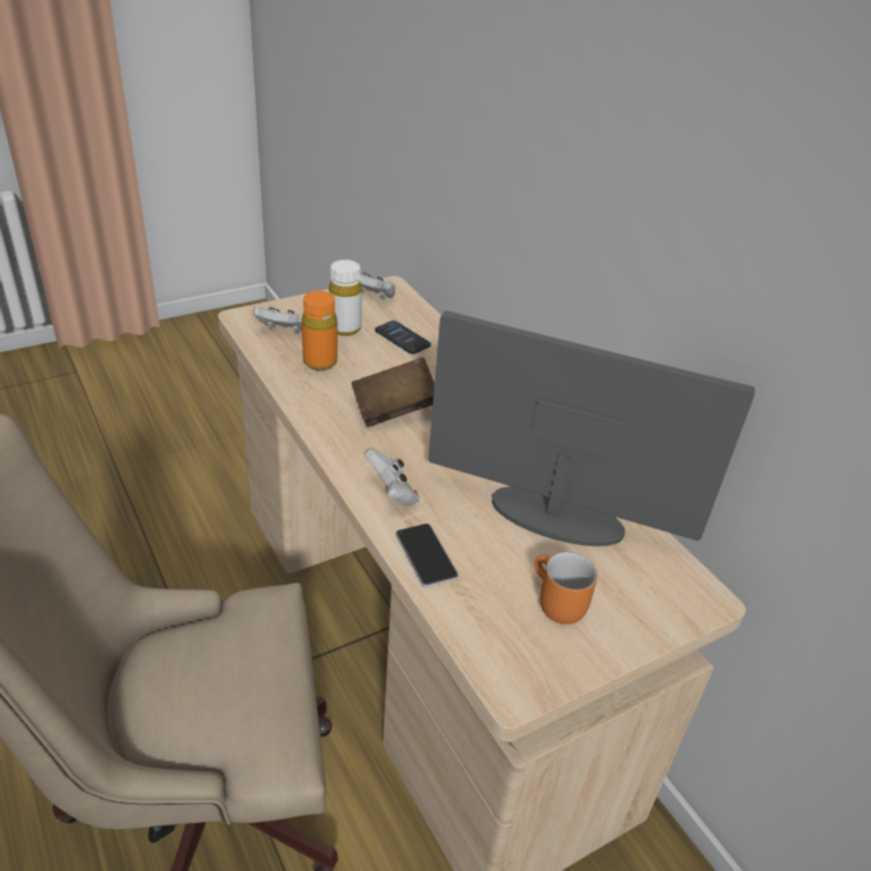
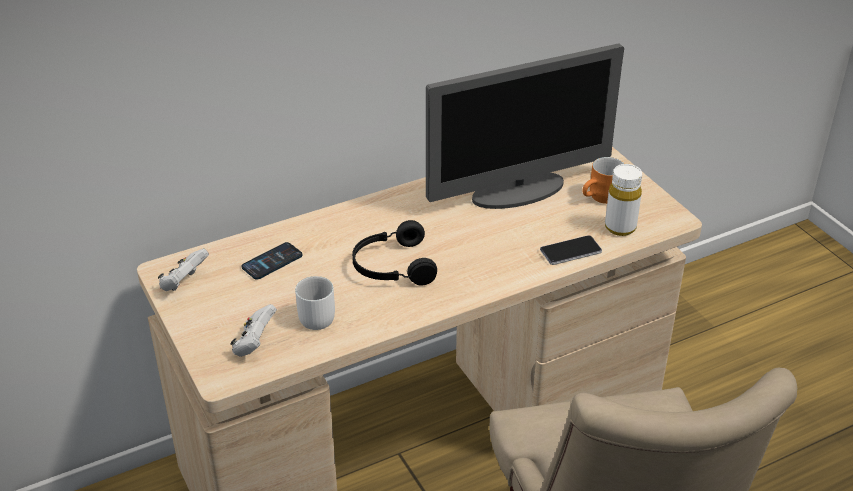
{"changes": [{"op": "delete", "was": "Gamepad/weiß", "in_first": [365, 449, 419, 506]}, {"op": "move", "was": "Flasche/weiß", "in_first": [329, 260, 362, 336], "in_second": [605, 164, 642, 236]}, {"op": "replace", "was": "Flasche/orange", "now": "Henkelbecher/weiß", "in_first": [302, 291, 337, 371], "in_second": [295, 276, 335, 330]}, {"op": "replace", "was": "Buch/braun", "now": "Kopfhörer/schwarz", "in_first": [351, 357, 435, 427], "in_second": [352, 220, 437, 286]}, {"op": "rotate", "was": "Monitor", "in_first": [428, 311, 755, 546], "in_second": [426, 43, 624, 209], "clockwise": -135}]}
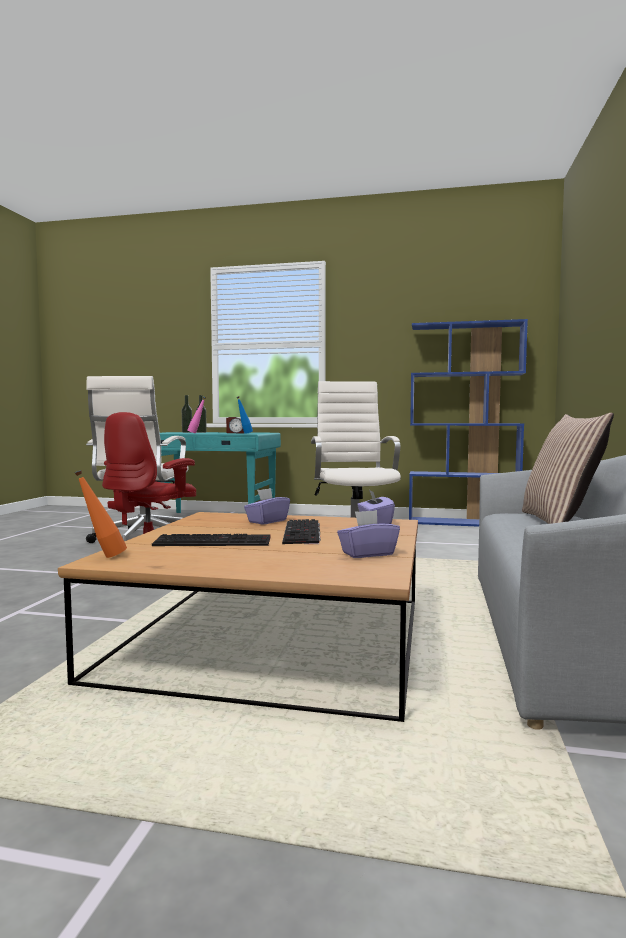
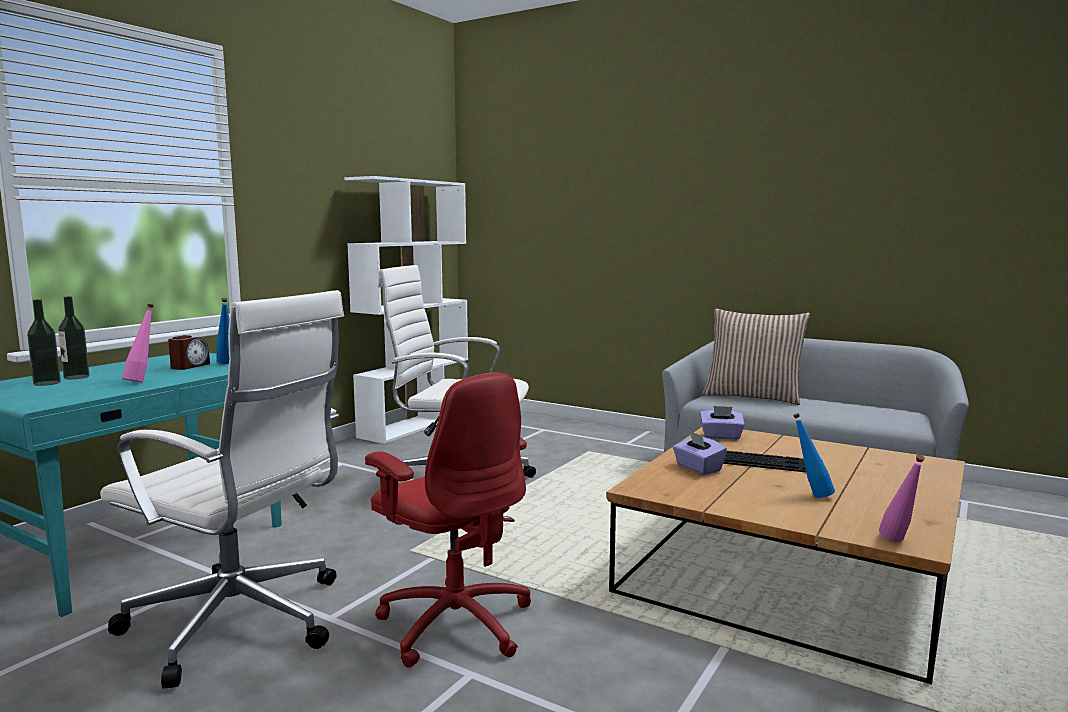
{"changes": [{"op": "delete", "was": "Taschentuchbox/lila", "in_first": [337, 510, 400, 558]}, {"op": "replace", "was": "Tastatur", "now": "Flasche/blau", "in_first": [152, 534, 271, 546], "in_second": [793, 413, 835, 498]}, {"op": "recolor", "was": "Flasche/orange", "now": "Flasche/rosa", "in_first": [75, 470, 127, 558], "in_second": [879, 455, 925, 542]}, {"op": "recolor", "was": "Bücherregal/blau", "now": "Bücherregal/weiß", "in_first": [409, 319, 528, 527], "in_second": [344, 176, 468, 444]}]}
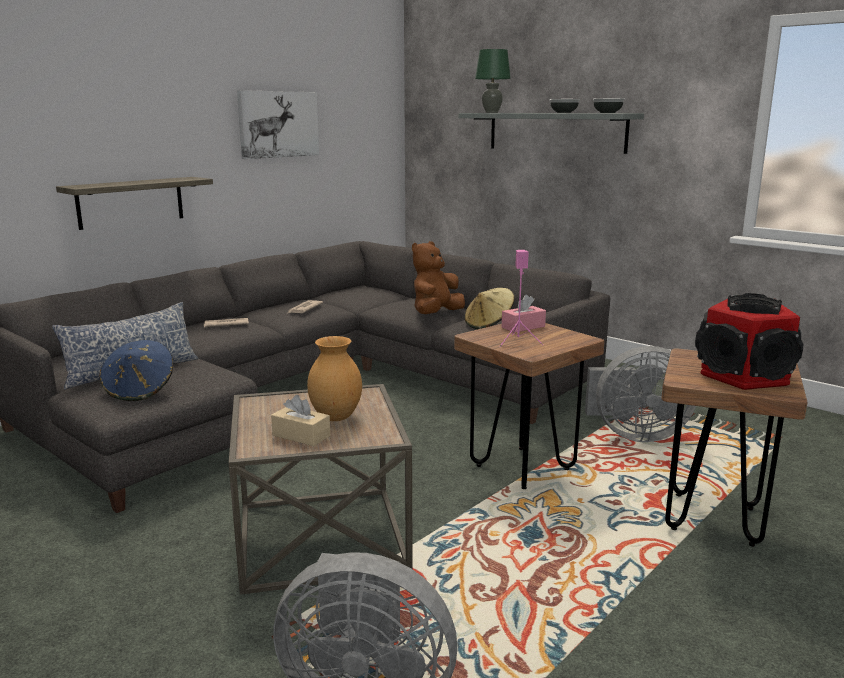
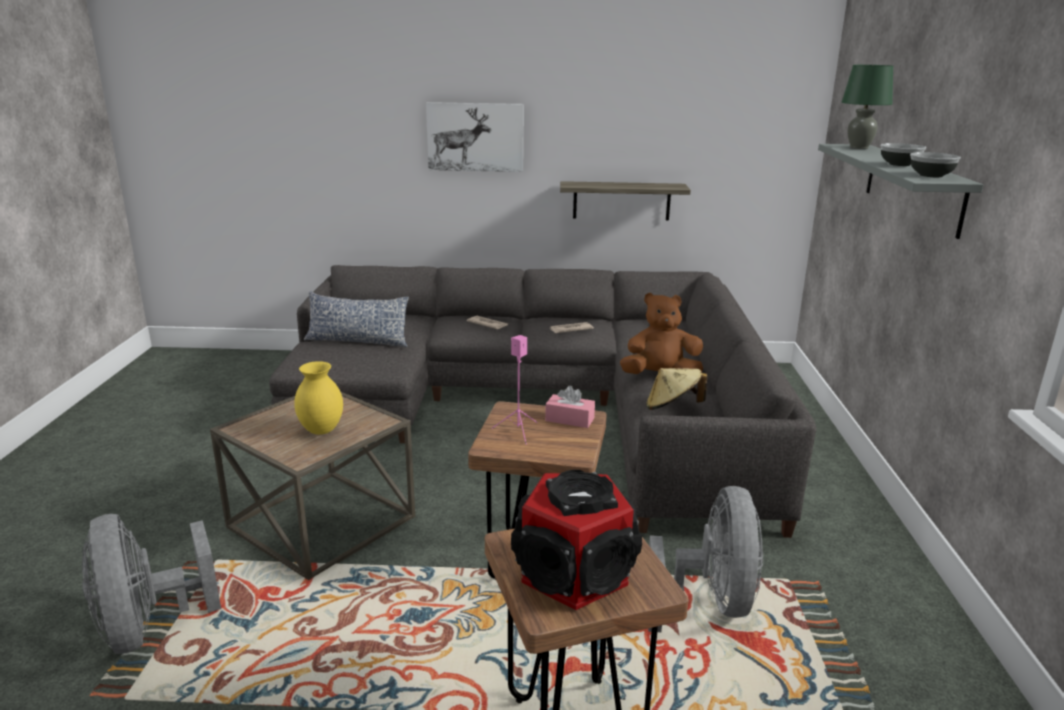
{"changes": [{"op": "delete", "was": "Hut/blau", "in_first": [100, 340, 173, 401]}, {"op": "delete", "was": "Taschentuchbox/beige", "in_first": [271, 395, 330, 446]}, {"op": "move", "was": "Wandregal", "in_first": [56, 177, 213, 230], "in_second": [560, 181, 691, 220]}, {"op": "move", "was": "Bild", "in_first": [237, 90, 319, 159], "in_second": [426, 102, 524, 172]}, {"op": "recolor", "was": "Vase/braun", "now": "Vase/gelb", "in_first": [307, 336, 362, 421], "in_second": [294, 361, 343, 435]}, {"op": "rotate", "was": "Ventilator/grau", "in_first": [585, 346, 696, 442], "in_second": [648, 486, 763, 632], "clockwise": -135}]}
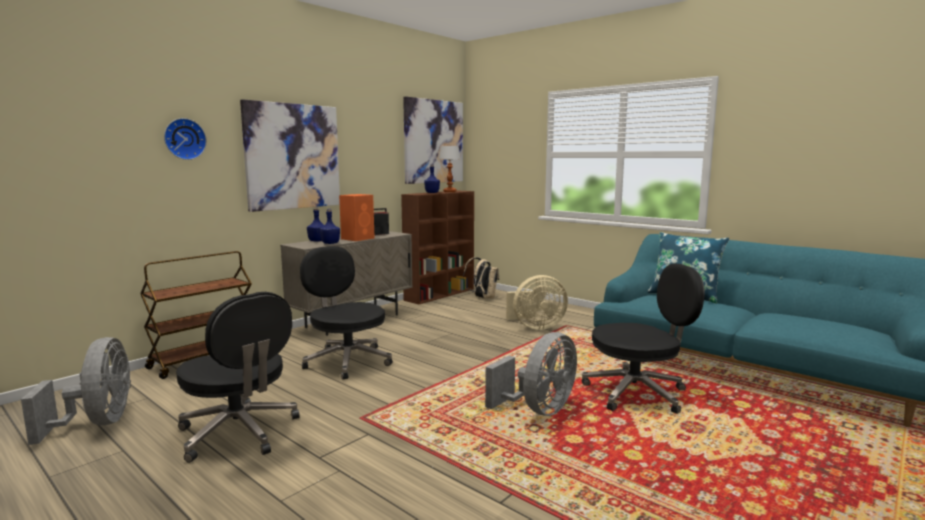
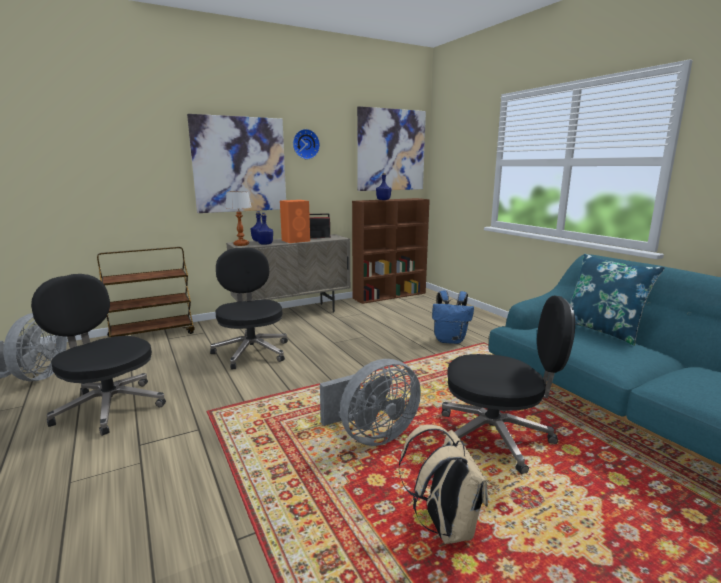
{"changes": [{"op": "move", "was": "Wanduhr", "in_first": [164, 118, 207, 160], "in_second": [293, 129, 320, 159]}, {"op": "move", "was": "Tischlampe", "in_first": [439, 146, 461, 192], "in_second": [225, 191, 252, 246]}, {"op": "move", "was": "Rucksack/beige", "in_first": [463, 257, 499, 299], "in_second": [399, 424, 488, 544]}, {"op": "replace", "was": "Ventilator/beige", "now": "Rucksack/blau", "in_first": [506, 275, 568, 330], "in_second": [432, 290, 474, 344]}, {"op": "rotate", "was": "Bürostuhl/schwarz", "in_first": [176, 292, 300, 463], "in_second": [31, 274, 166, 436], "clockwise": 150}]}
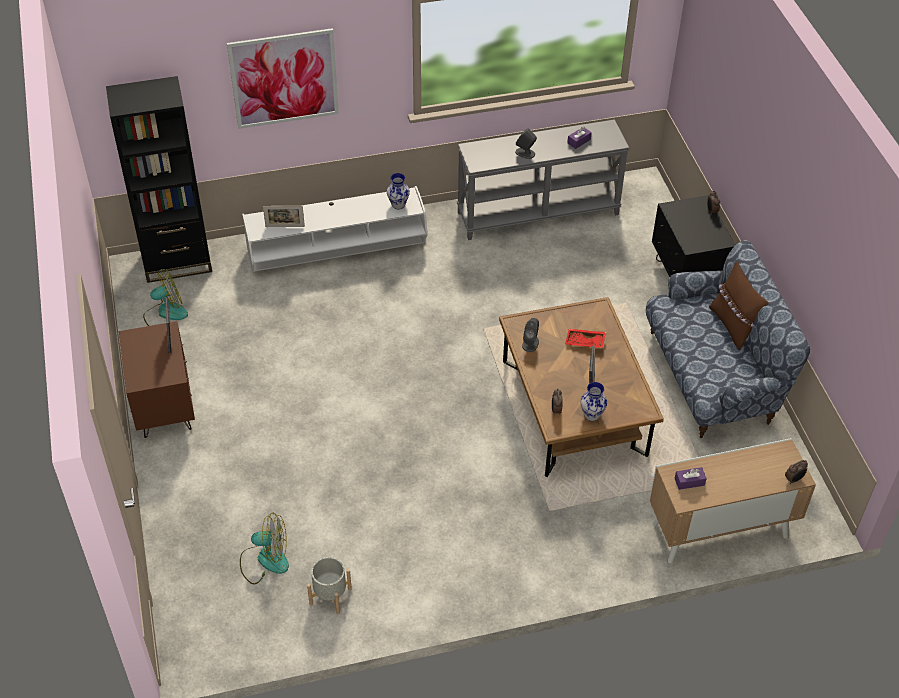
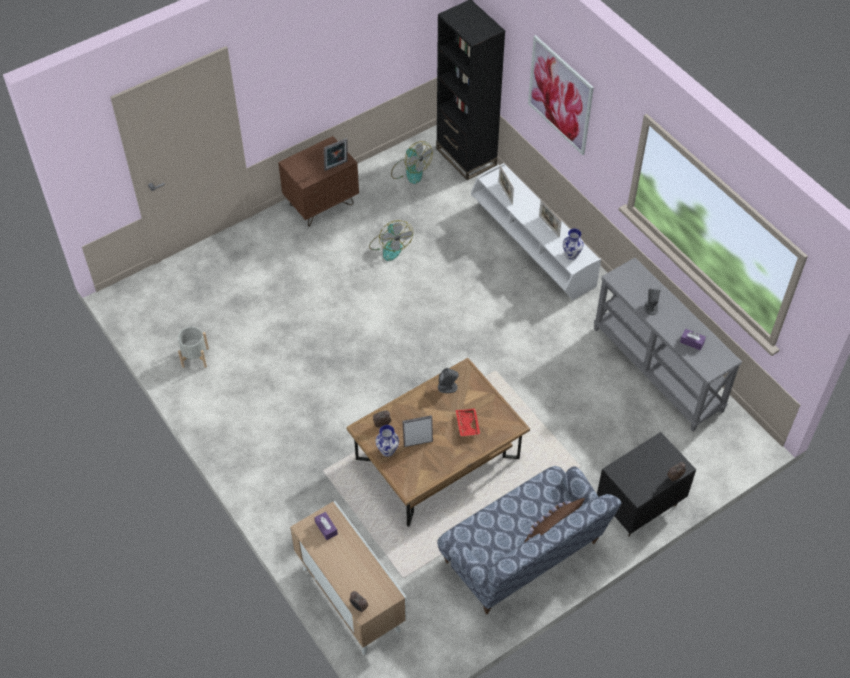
{"changes": [{"op": "insert", "now": "Bilderrahmen", "in_second": [539, 199, 562, 237]}, {"op": "move", "was": "Ventilator", "in_first": [240, 513, 289, 584], "in_second": [369, 220, 413, 261]}]}
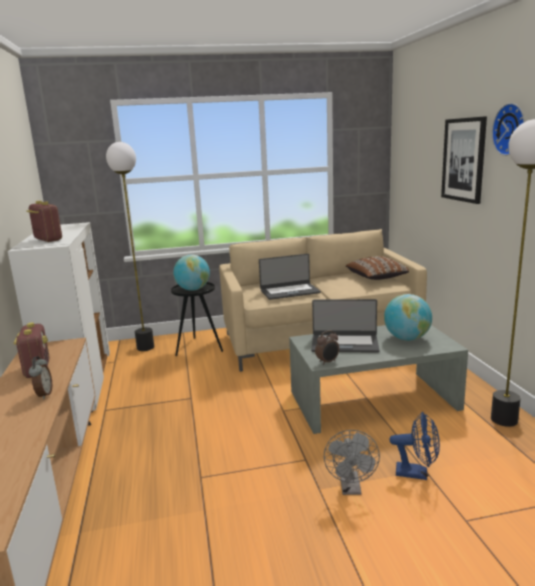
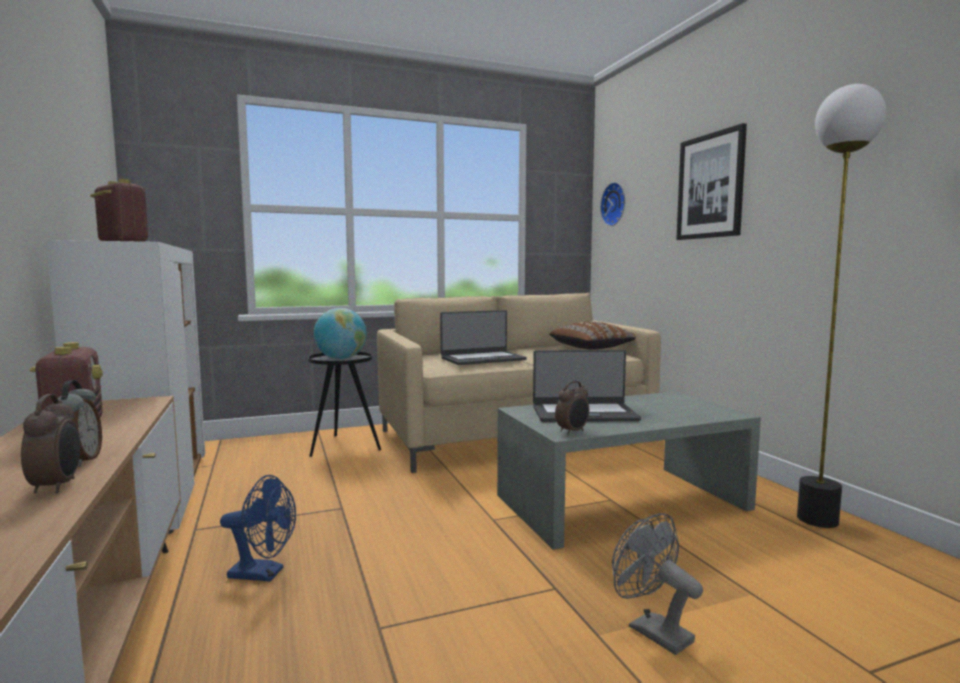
{"changes": [{"op": "delete", "was": "Stehlampe", "in_first": [106, 142, 154, 351]}, {"op": "delete", "was": "Globus", "in_first": [384, 294, 432, 341]}, {"op": "insert", "now": "Wecker", "in_second": [21, 394, 80, 493]}, {"op": "move", "was": "Ventilator/blau", "in_first": [390, 412, 440, 480], "in_second": [220, 475, 296, 582]}, {"op": "move", "was": "Wanduhr", "in_first": [492, 103, 525, 156], "in_second": [600, 182, 625, 226]}, {"op": "rotate", "was": "Ventilator/grau", "in_first": [324, 430, 380, 495], "in_second": [612, 513, 703, 655], "clockwise": 150}]}
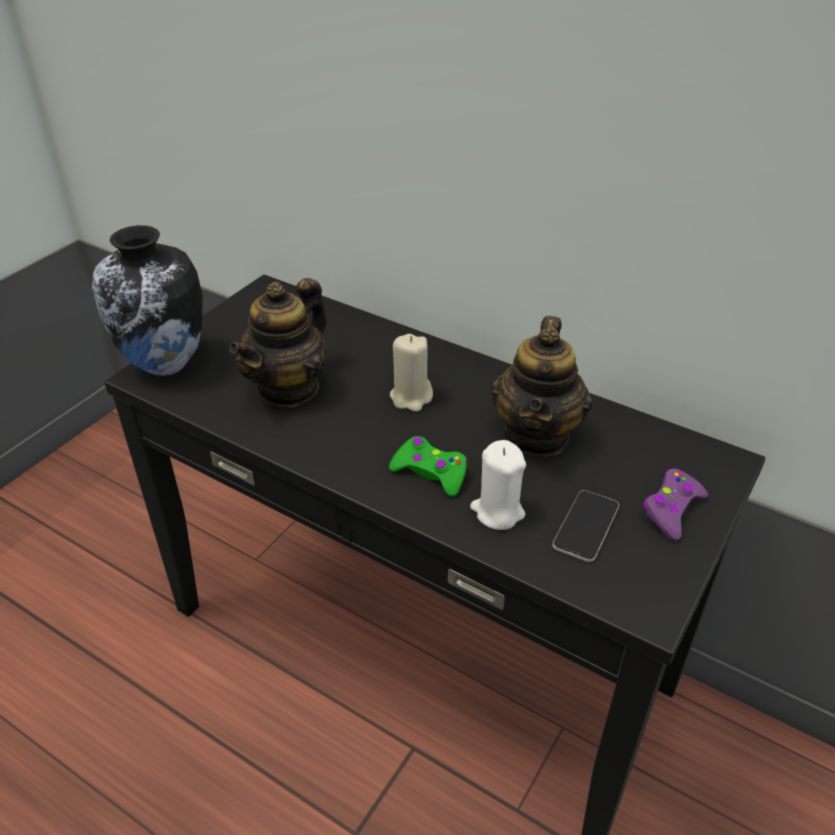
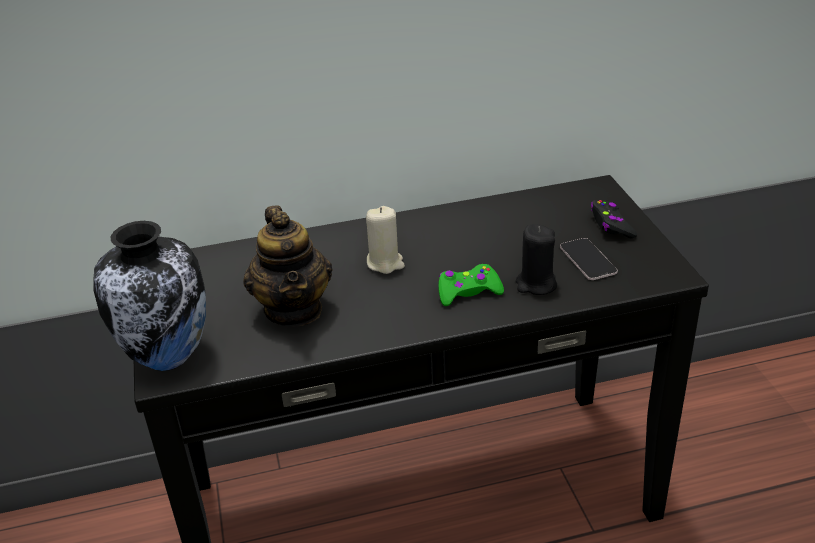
{"changes": [{"op": "delete", "was": "Teekanne", "in_first": [490, 316, 592, 457]}, {"op": "recolor", "was": "Kerze/weiß", "now": "Kerze/schwarz", "in_first": [470, 440, 526, 530], "in_second": [516, 224, 557, 295]}, {"op": "recolor", "was": "Gamepad/lila", "now": "Gamepad/schwarz", "in_first": [643, 468, 708, 541], "in_second": [591, 200, 637, 239]}]}
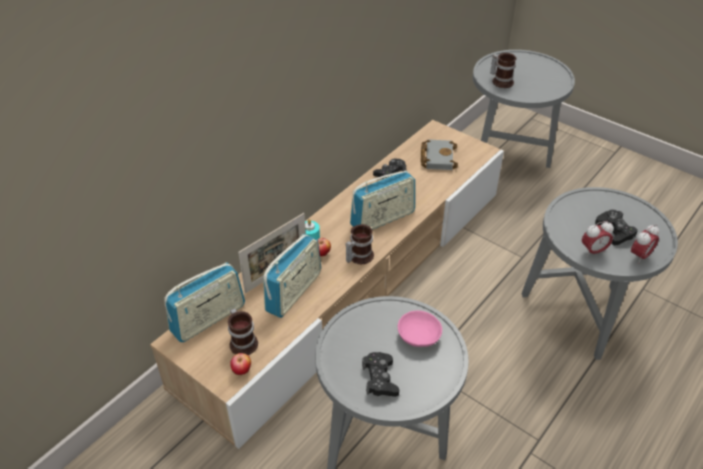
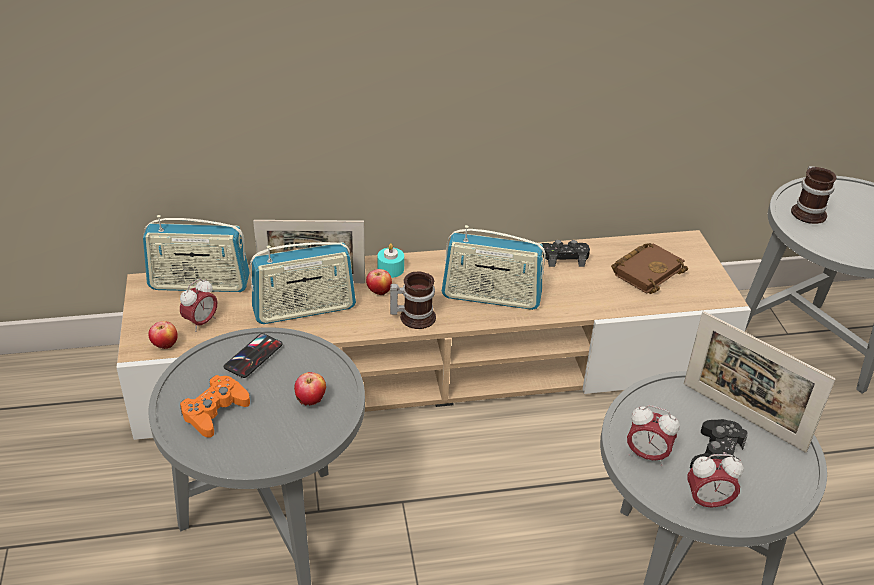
{"changes": [{"op": "insert", "now": "Handy", "in_second": [224, 333, 283, 378]}, {"op": "insert", "now": "Bilderrahmen", "in_second": [684, 311, 836, 453]}, {"op": "replace", "was": "Henkelbecher", "now": "Wecker", "in_first": [228, 308, 258, 355], "in_second": [180, 279, 217, 332]}, {"op": "replace", "was": "Schüssel/rosa", "now": "Apfel", "in_first": [398, 310, 442, 347], "in_second": [294, 372, 326, 406]}, {"op": "recolor", "was": "Gamepad/schwarz", "now": "Gamepad/orange", "in_first": [362, 352, 399, 397], "in_second": [180, 375, 250, 438]}, {"op": "recolor", "was": "Buch/grau", "now": "Buch/braun", "in_first": [421, 139, 458, 170], "in_second": [611, 243, 688, 294]}]}
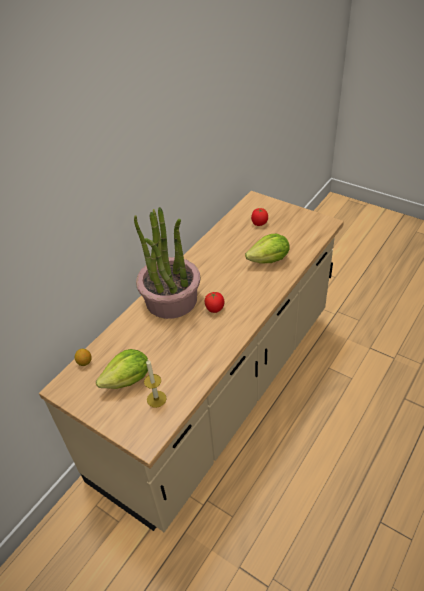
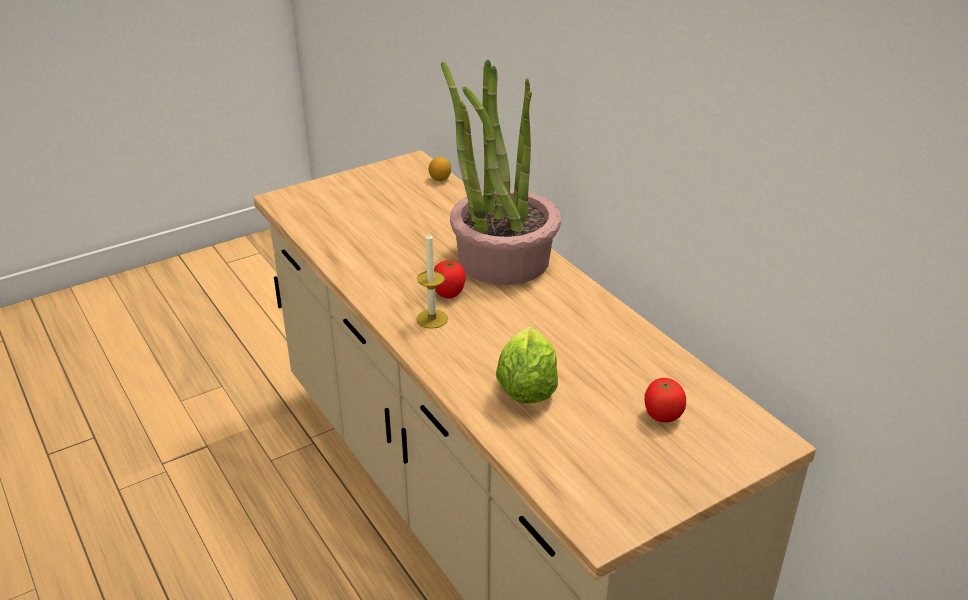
{"changes": [{"op": "delete", "was": "Salatkopf", "in_first": [96, 349, 148, 389]}, {"op": "move", "was": "Kerze", "in_first": [144, 360, 167, 408], "in_second": [416, 231, 448, 329]}]}
